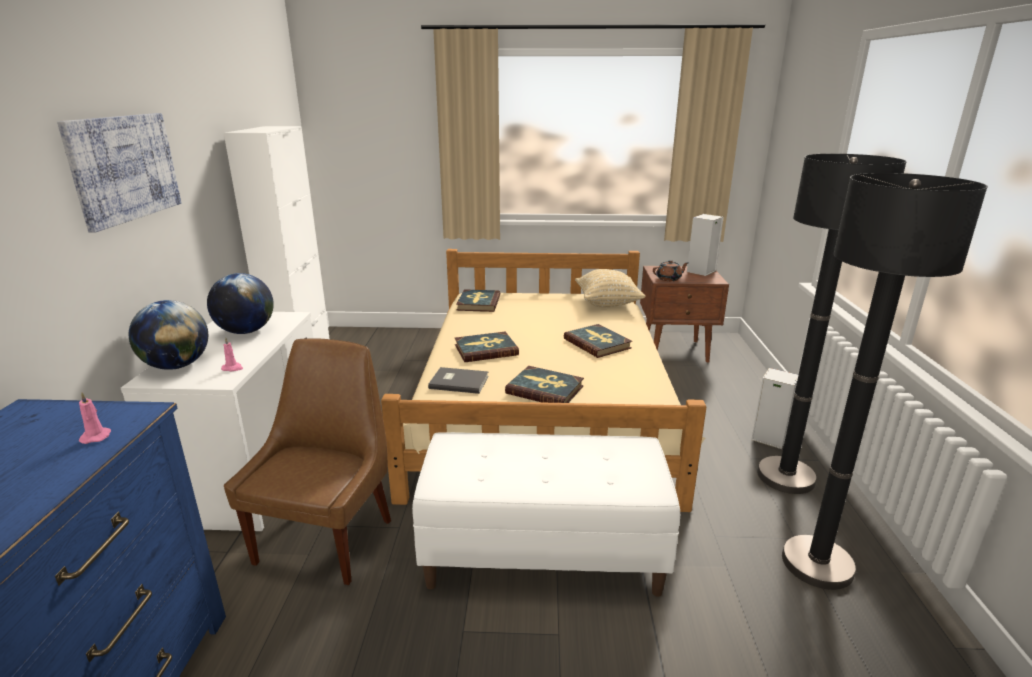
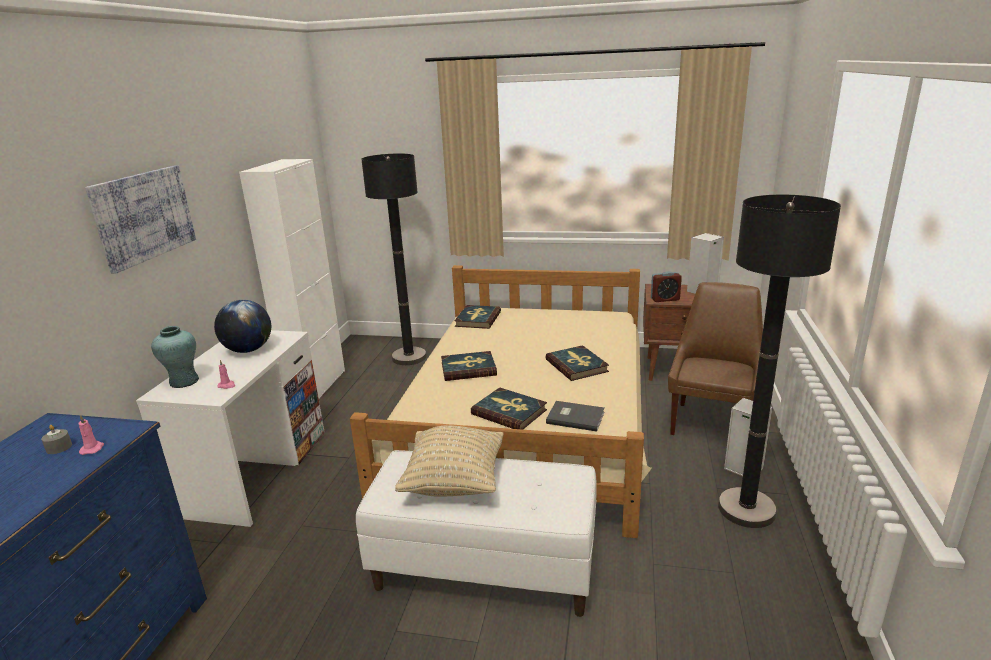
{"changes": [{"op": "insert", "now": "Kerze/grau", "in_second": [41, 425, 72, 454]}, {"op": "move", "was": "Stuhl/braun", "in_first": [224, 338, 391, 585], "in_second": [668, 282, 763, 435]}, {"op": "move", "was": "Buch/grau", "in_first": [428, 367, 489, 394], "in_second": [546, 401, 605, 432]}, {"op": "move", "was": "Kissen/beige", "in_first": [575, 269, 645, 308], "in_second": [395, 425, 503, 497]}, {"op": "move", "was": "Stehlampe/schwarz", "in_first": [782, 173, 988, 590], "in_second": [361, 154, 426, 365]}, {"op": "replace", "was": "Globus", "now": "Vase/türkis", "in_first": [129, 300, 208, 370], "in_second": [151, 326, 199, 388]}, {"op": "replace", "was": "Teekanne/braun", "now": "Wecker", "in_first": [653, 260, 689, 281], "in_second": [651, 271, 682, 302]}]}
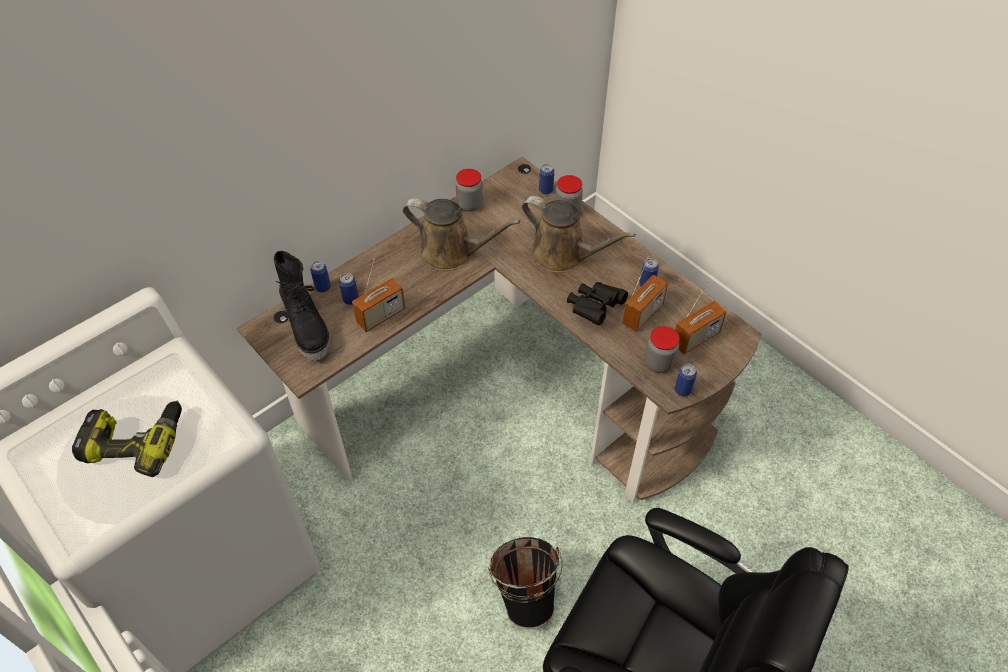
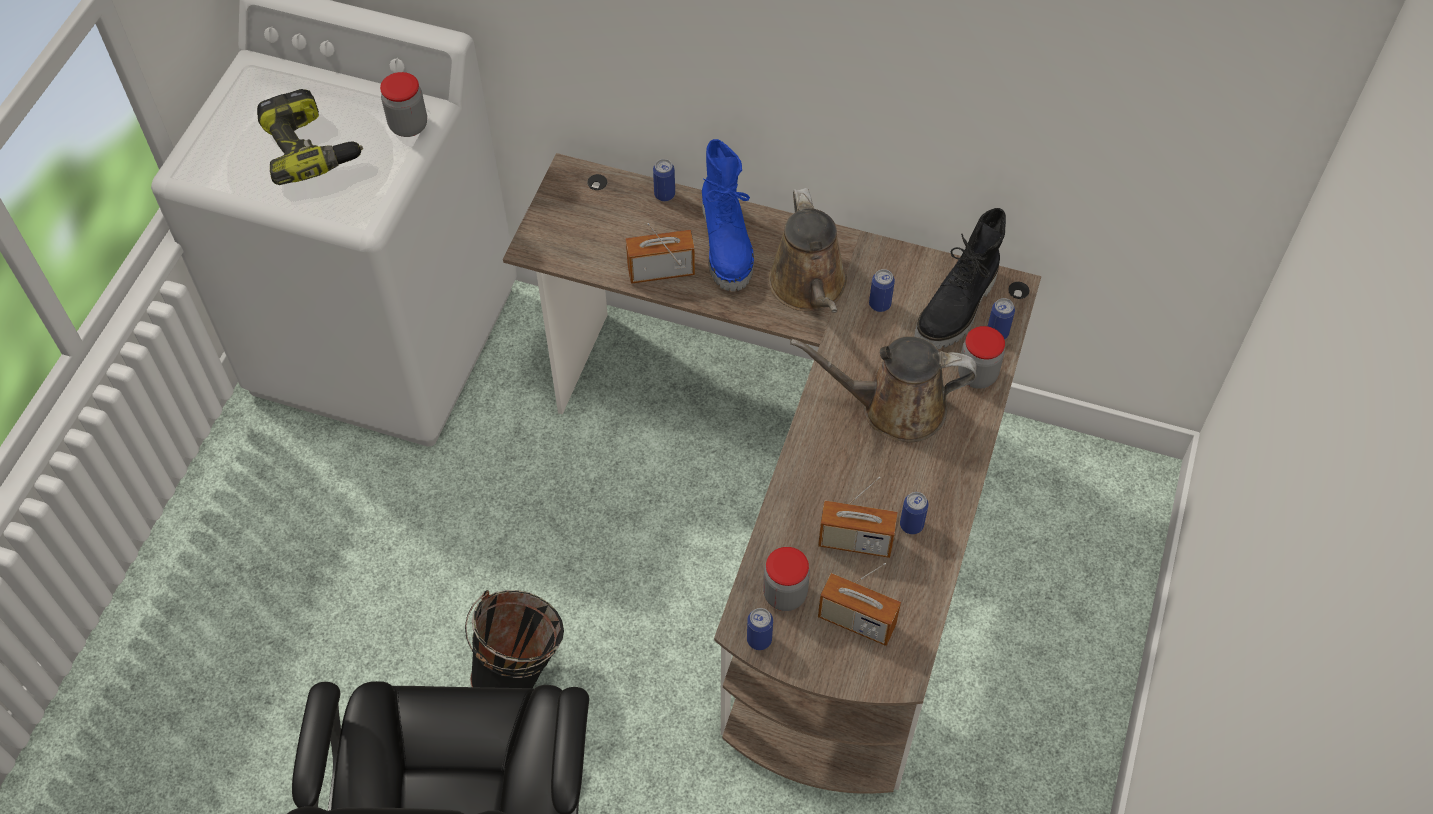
{"changes": [{"op": "delete", "was": "Fernglas/schwarz", "in_first": [567, 282, 628, 325]}, {"op": "insert", "now": "Stiefel/blau", "in_second": [702, 139, 754, 291]}, {"op": "move", "was": "Stiefel/schwarz", "in_first": [274, 251, 330, 361], "in_second": [914, 208, 1006, 349]}, {"op": "move", "was": "Dose", "in_first": [339, 273, 359, 305], "in_second": [869, 269, 895, 312]}, {"op": "move", "was": "Vorratsglas", "in_first": [455, 169, 483, 212], "in_second": [380, 72, 427, 137]}, {"op": "rotate", "was": "Radio", "in_first": [352, 258, 405, 332], "in_second": [626, 223, 695, 284], "clockwise": 150}, {"op": "rotate", "was": "Gießkanne/braun", "in_first": [522, 196, 636, 273], "in_second": [790, 336, 977, 443], "clockwise": 90}]}
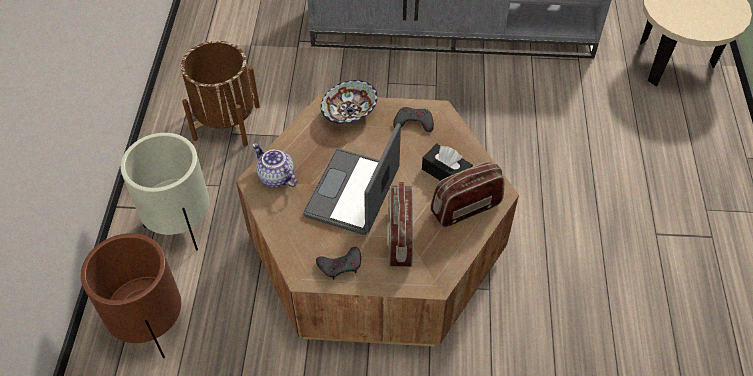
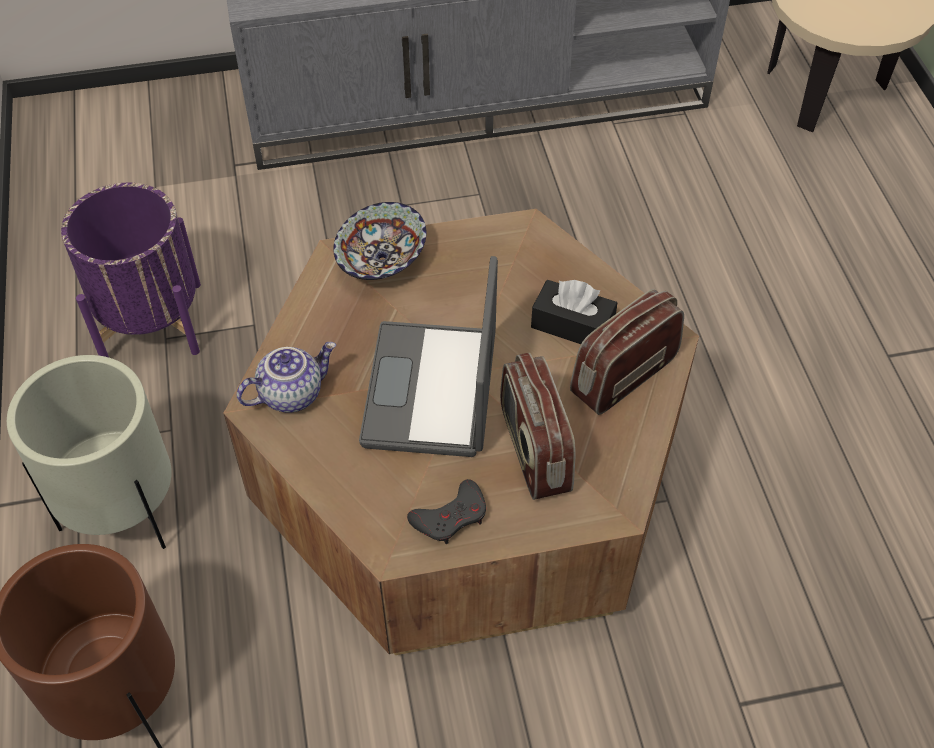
{"changes": [{"op": "delete", "was": "Gamepad/grau", "in_first": [393, 107, 434, 132]}, {"op": "recolor", "was": "Pflanzkübel/braun", "now": "Pflanzkübel/lila", "in_first": [181, 41, 260, 146], "in_second": [61, 183, 201, 357]}, {"op": "rotate", "was": "Teekanne", "in_first": [252, 143, 297, 187], "in_second": [237, 342, 336, 413], "clockwise": 120}]}
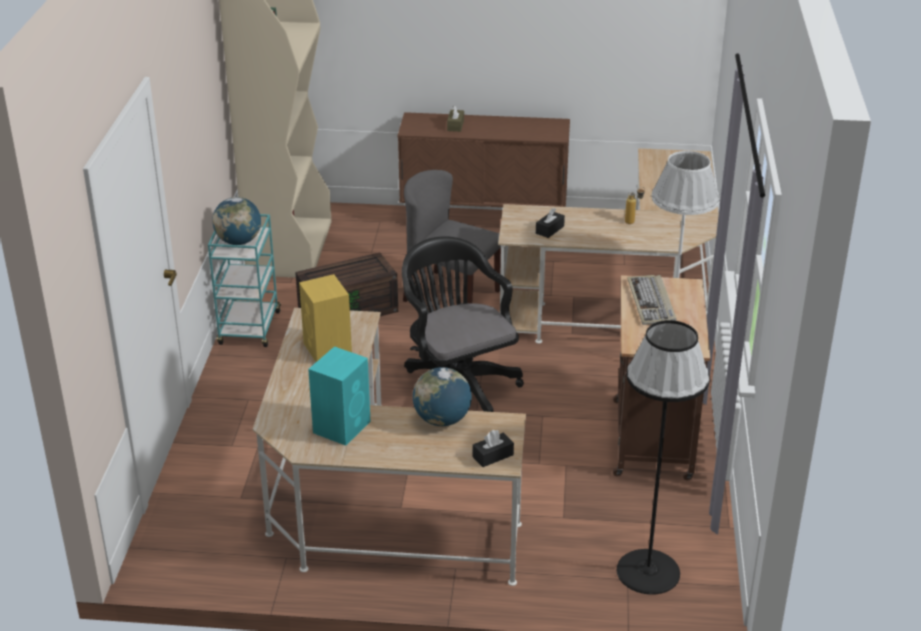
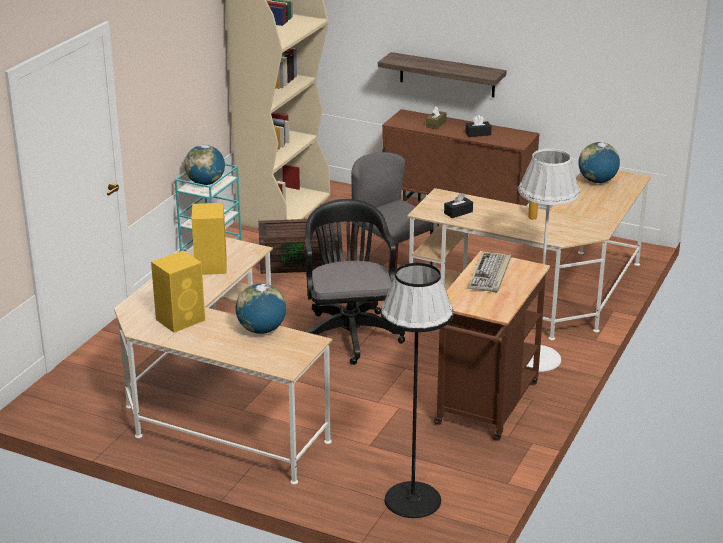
{"changes": [{"op": "insert", "now": "Wandregal", "in_second": [378, 52, 507, 97]}, {"op": "insert", "now": "Globus", "in_second": [578, 142, 620, 183]}, {"op": "move", "was": "Taschentuchbox/schwarz", "in_first": [472, 430, 514, 467], "in_second": [465, 115, 492, 137]}, {"op": "recolor", "was": "Lautsprecher/türkis", "now": "Lautsprecher/gelb", "in_first": [308, 346, 371, 446], "in_second": [151, 251, 205, 333]}]}
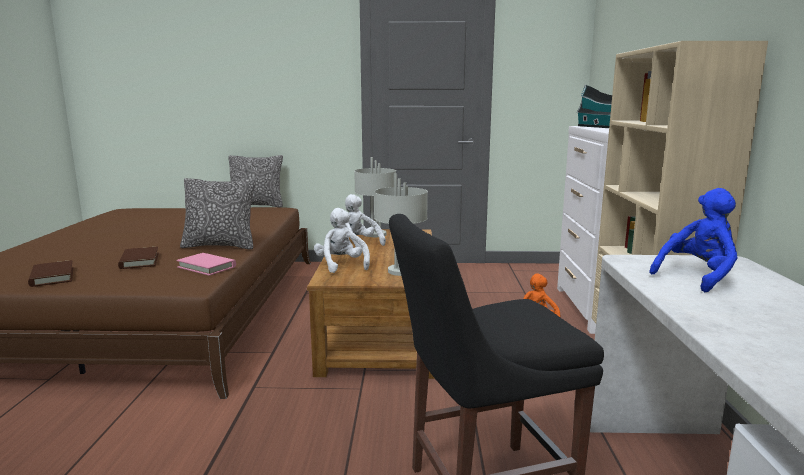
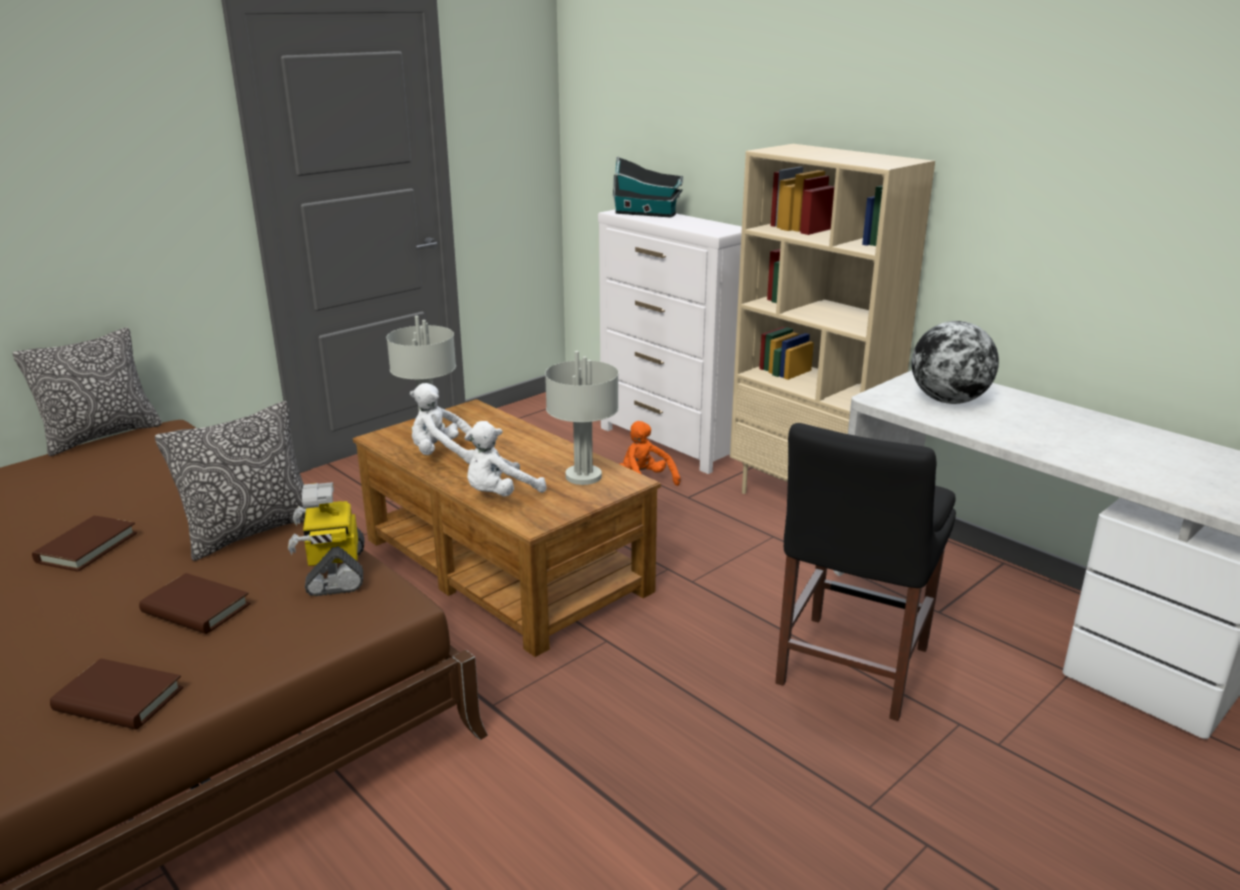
{"changes": [{"op": "insert", "now": "Buch/braun", "in_second": [32, 516, 137, 572]}, {"op": "replace", "was": "Buch/rosa", "now": "Spielzeugroboter", "in_first": [177, 253, 236, 276], "in_second": [288, 482, 365, 596]}, {"op": "replace", "was": "Plüschtier/blau", "now": "Globus", "in_first": [649, 188, 738, 292], "in_second": [912, 321, 999, 404]}, {"op": "rotate", "was": "Plüschtier/weiß", "in_first": [314, 208, 370, 273], "in_second": [464, 421, 546, 497], "clockwise": -60}]}
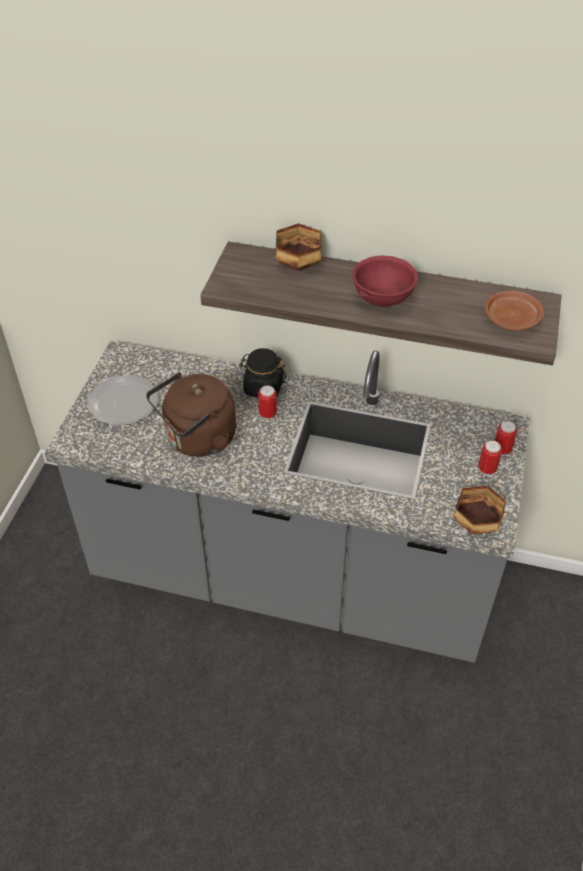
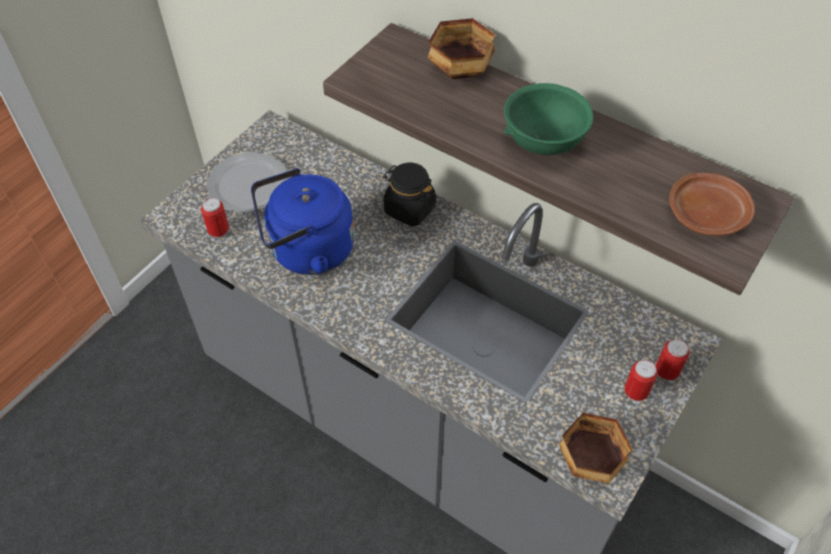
{"changes": [{"op": "move", "was": "Dose", "in_first": [258, 385, 277, 419], "in_second": [201, 198, 229, 238]}, {"op": "recolor", "was": "Wasserkessel/braun", "now": "Wasserkessel/blau", "in_first": [146, 372, 236, 457], "in_second": [251, 168, 355, 275]}, {"op": "recolor", "was": "Schüssel/rot", "now": "Schüssel/grün", "in_first": [352, 256, 418, 307], "in_second": [504, 83, 593, 155]}]}
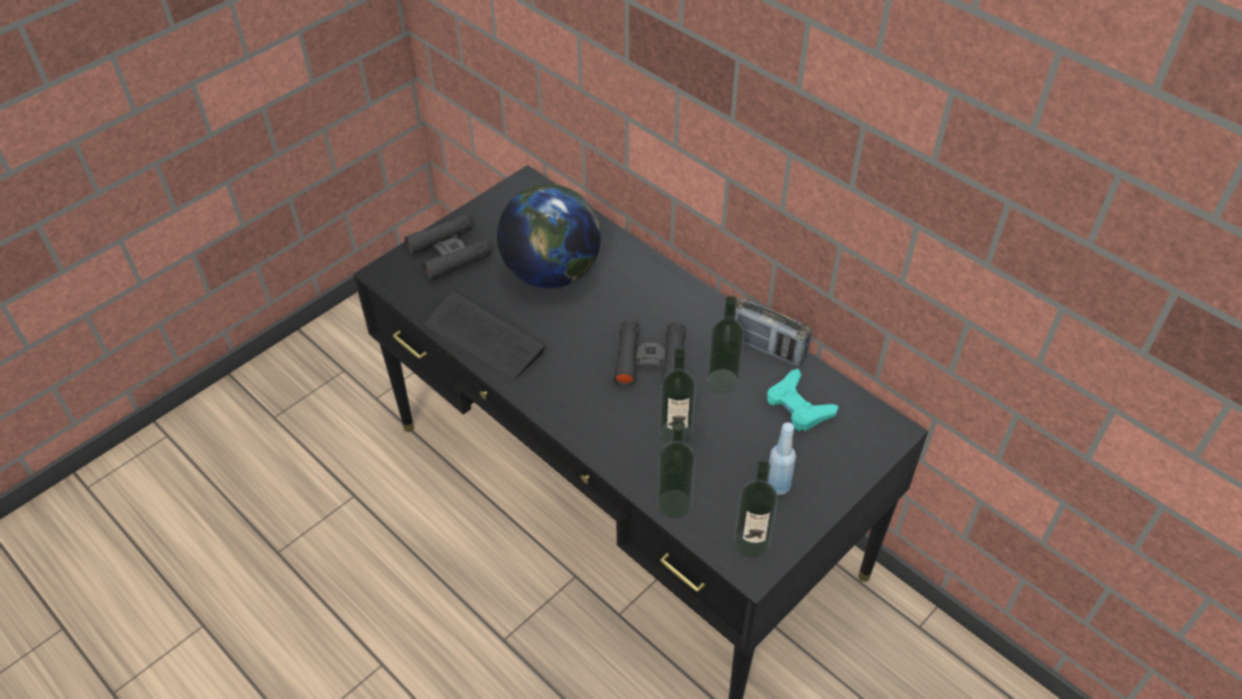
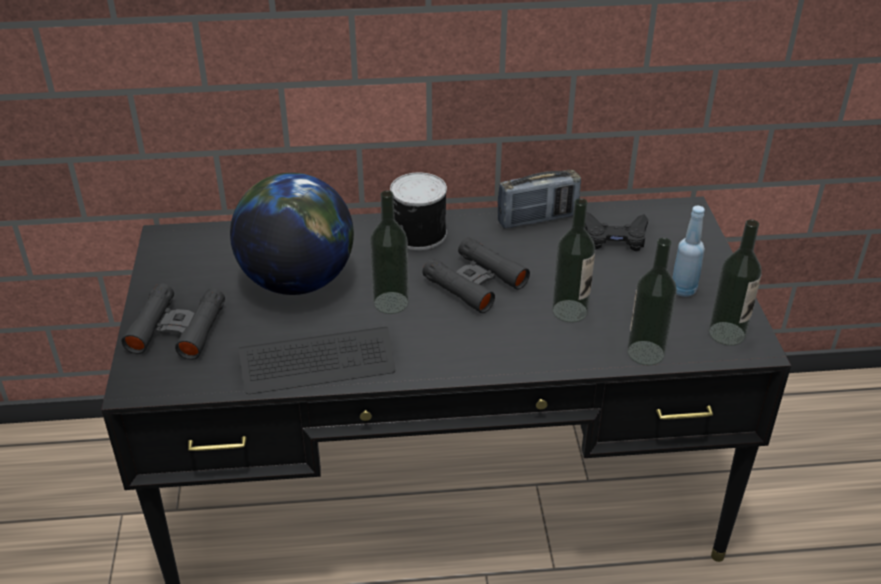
{"changes": [{"op": "insert", "now": "Dose", "in_second": [390, 172, 447, 250]}, {"op": "move", "was": "Flasche", "in_first": [707, 295, 745, 393], "in_second": [370, 190, 409, 314]}, {"op": "recolor", "was": "Gamepad/türkis", "now": "Gamepad/schwarz", "in_first": [767, 369, 839, 431], "in_second": [585, 212, 648, 251]}]}
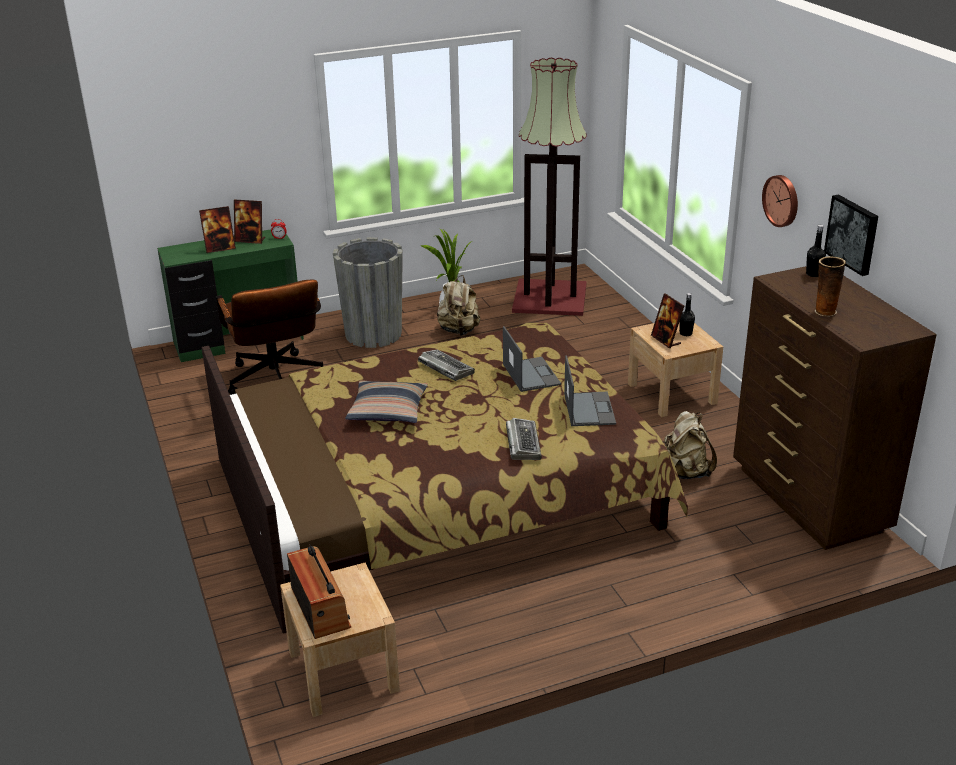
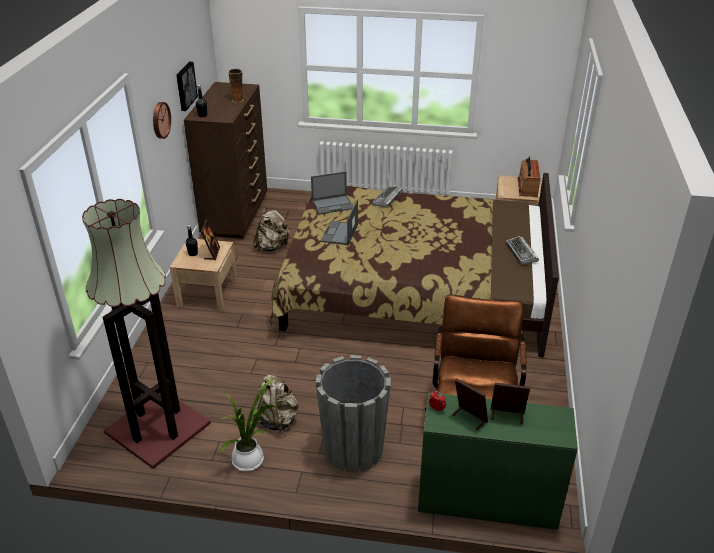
{"changes": [{"op": "delete", "was": "Kissen", "in_first": [345, 380, 428, 423]}, {"op": "move", "was": "Tastatur", "in_first": [418, 350, 475, 381], "in_second": [506, 236, 539, 265]}, {"op": "rotate", "was": "Laptop", "in_first": [564, 355, 616, 426], "in_second": [311, 171, 353, 214], "clockwise": -135}]}
